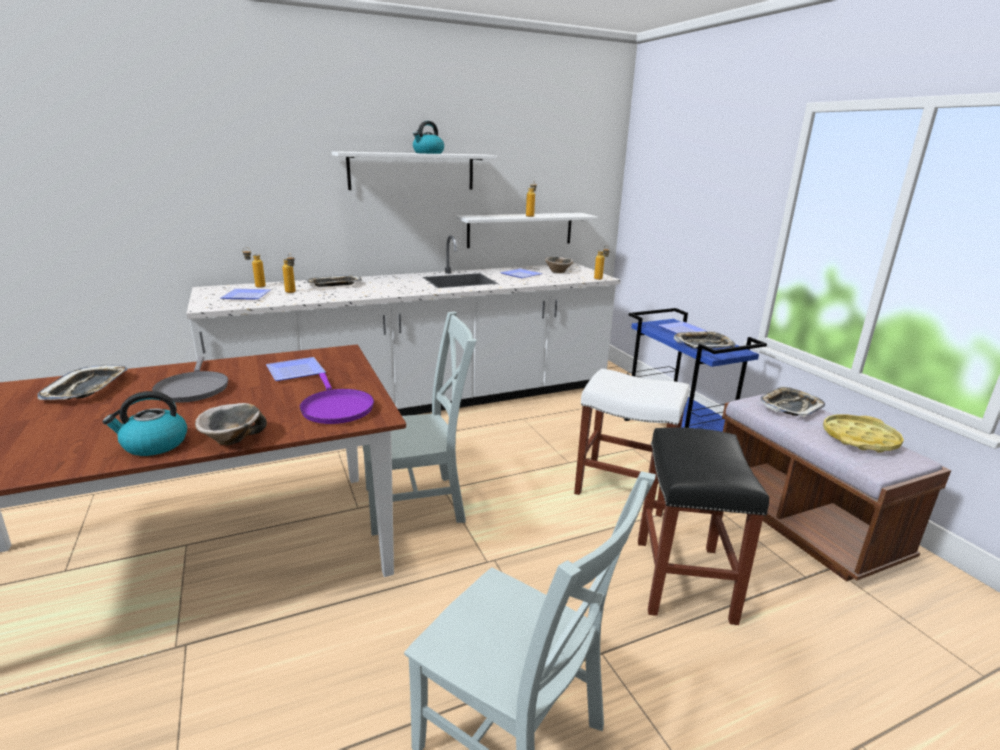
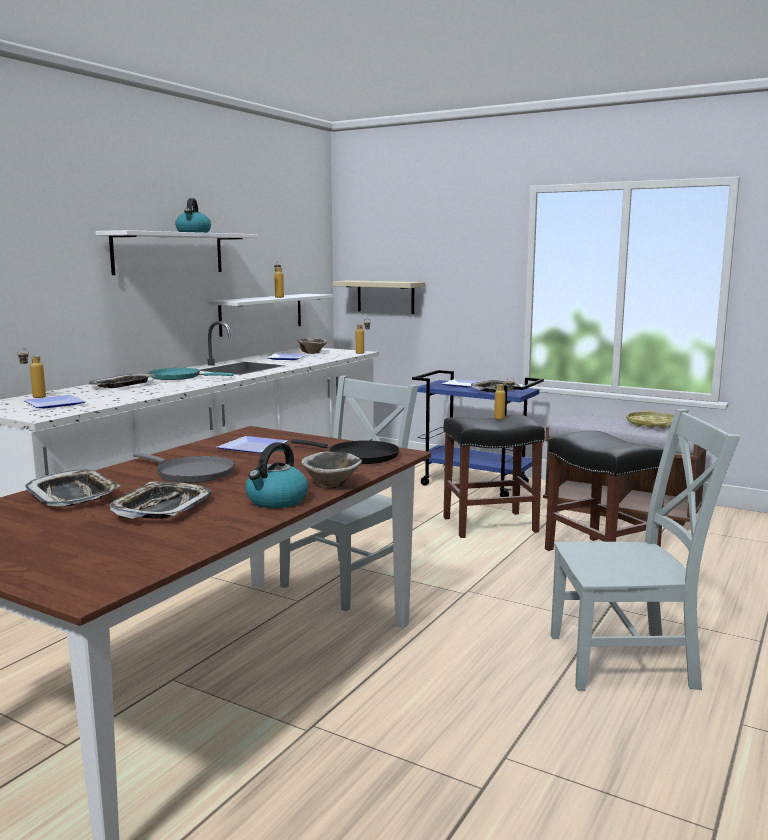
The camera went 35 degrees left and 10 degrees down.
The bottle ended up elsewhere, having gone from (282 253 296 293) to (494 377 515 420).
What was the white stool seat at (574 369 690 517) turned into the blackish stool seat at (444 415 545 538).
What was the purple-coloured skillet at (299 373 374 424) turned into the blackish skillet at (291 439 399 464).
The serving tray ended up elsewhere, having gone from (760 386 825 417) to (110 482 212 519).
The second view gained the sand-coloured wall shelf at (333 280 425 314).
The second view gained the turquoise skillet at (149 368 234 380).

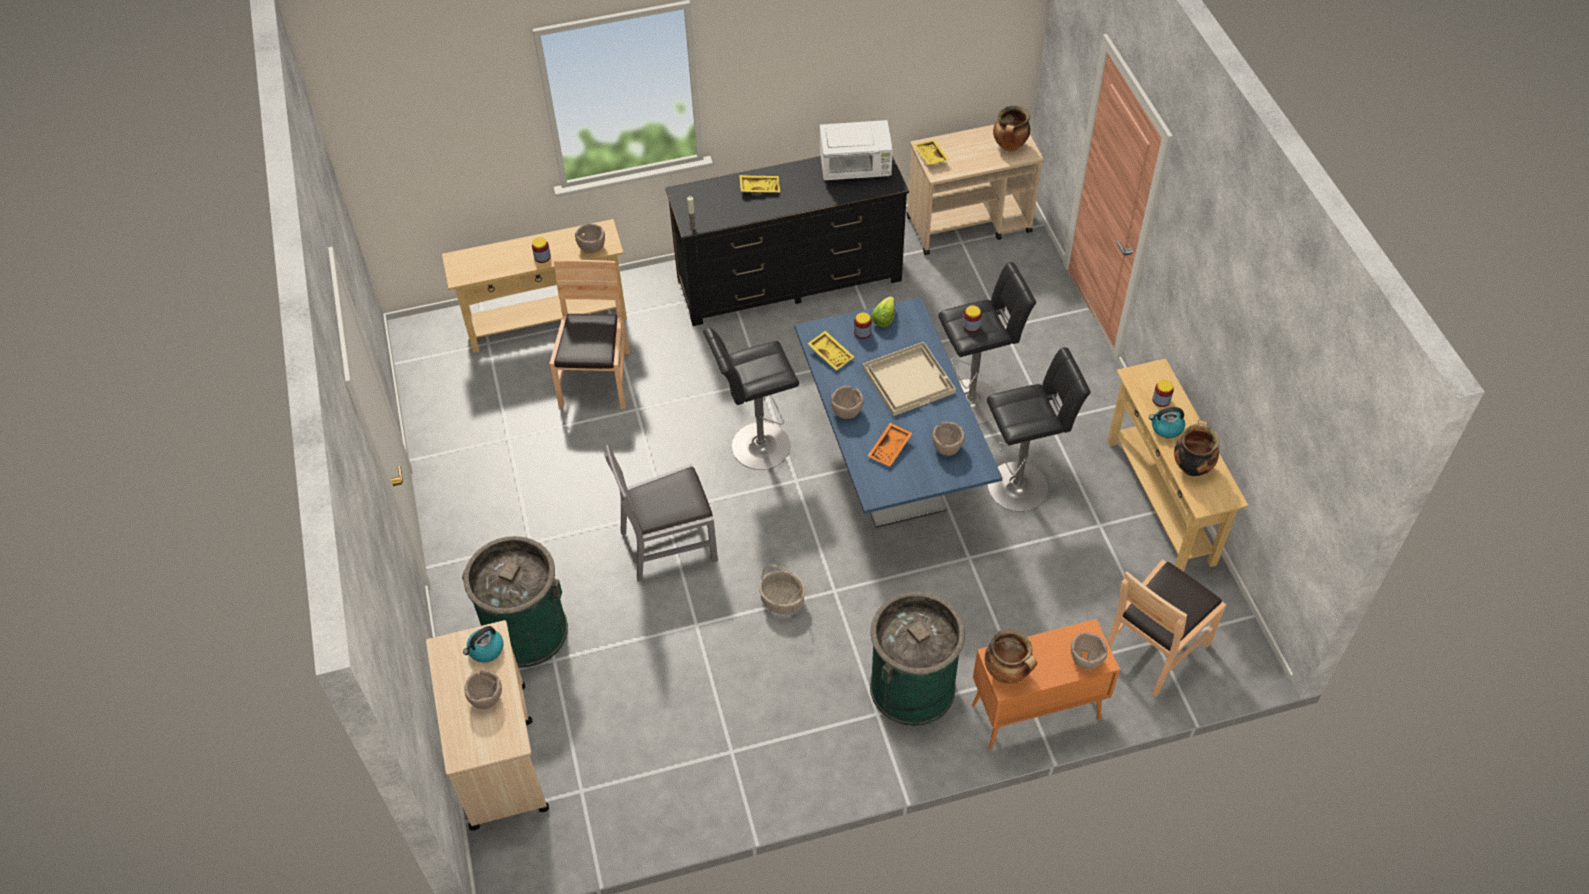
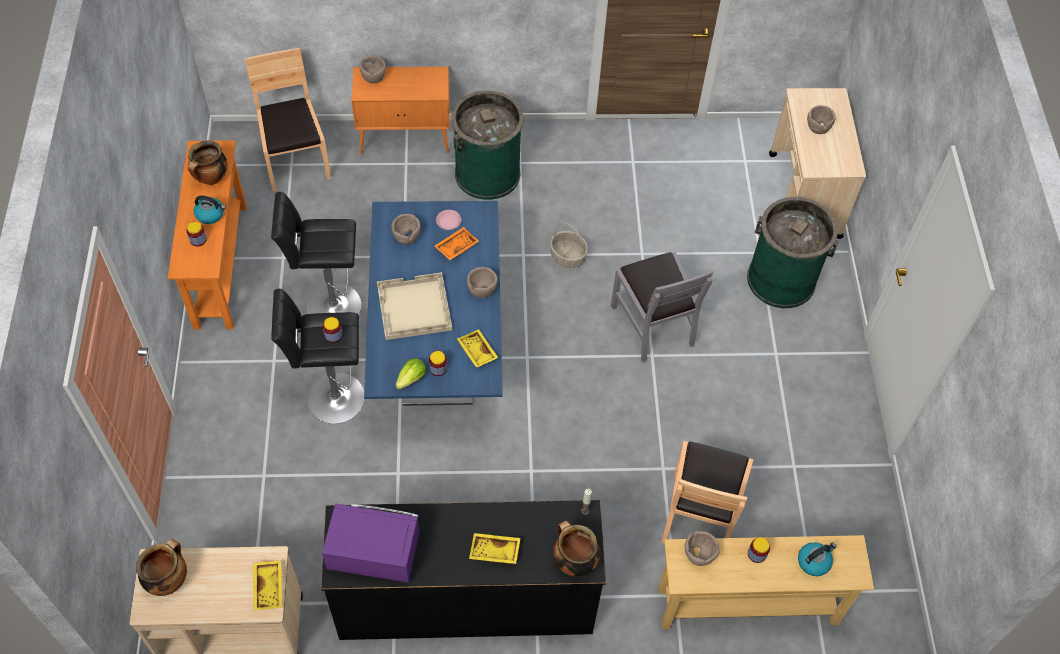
The camera went 170 degrees left and 5 degrees up.
What was the white kitchen microwave at (820 120 893 180) turned into the purple-coloured kitchen microwave at (322 503 419 582).
The second view lost the blackish stool seat at (703 327 799 470).
What was the sand-coloured narrow table at (1107 358 1249 572) turned into the orangey narrow table at (168 140 247 330).
The grey plain chair at (604 444 718 582) ended up facing another way, 75 degrees clockwise from before.
The brown plain chair at (1107 559 1226 697) ended up facing another way, 75 degrees counterclockwise from before.
The kettle ended up elsewhere, having gone from (463 626 503 663) to (798 542 836 576).
The saucepot ended up elsewhere, having gone from (985 629 1037 684) to (553 521 600 576).
The second view gained the pink flat dish at (436 210 461 230).

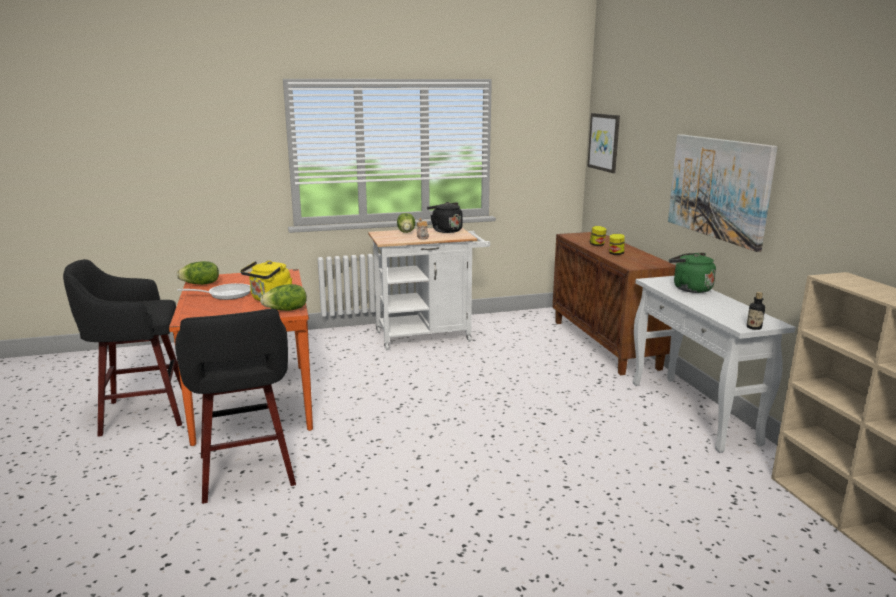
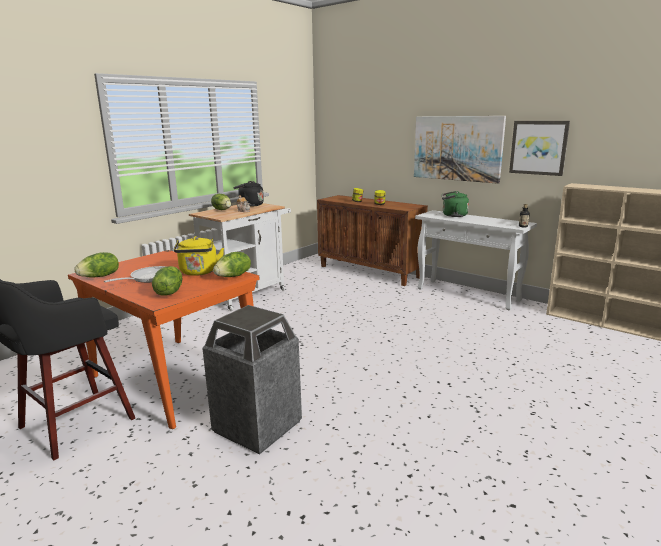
The camera went 35 degrees left and 0 degrees up.
The wall art ended up elsewhere, having gone from (587 113 620 173) to (509 121 570 176).
Where the blackish stool seat stood at (175 308 296 504), the rubbish bin came to stand at (202 305 302 455).
The second view gained the head of lettuce at (152 266 182 296).

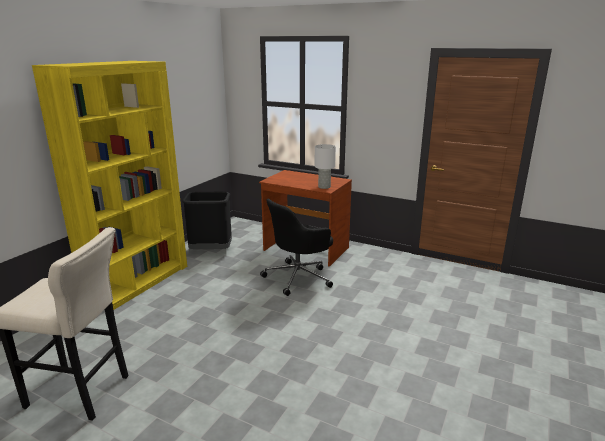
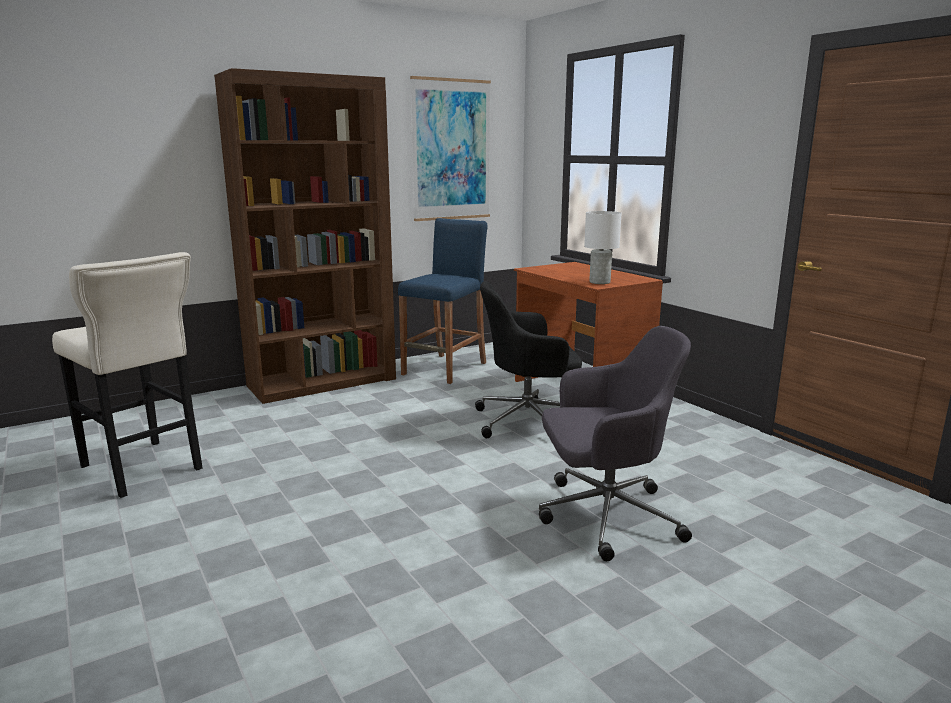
The camera went 30 degrees right and 5 degrees down.
What was the yellow-coloured shelving unit at (32 61 187 310) turned into the brown shelving unit at (214 68 396 404).
Where the blackish rubbish bin stood at (182 192 232 249), the blue stool seat came to stand at (398 218 487 384).
The second view gained the wall art at (410 76 491 221).
The second view gained the grey office chair at (539 326 692 561).

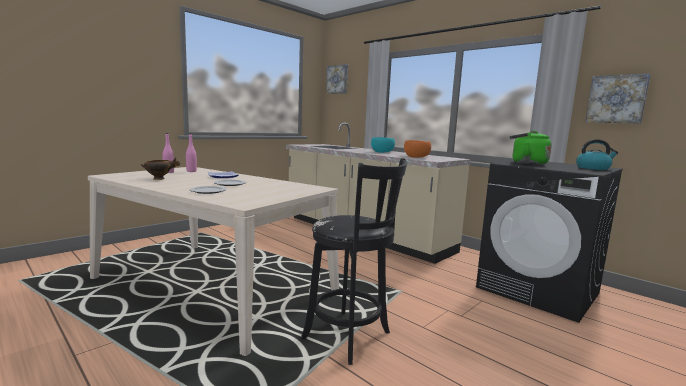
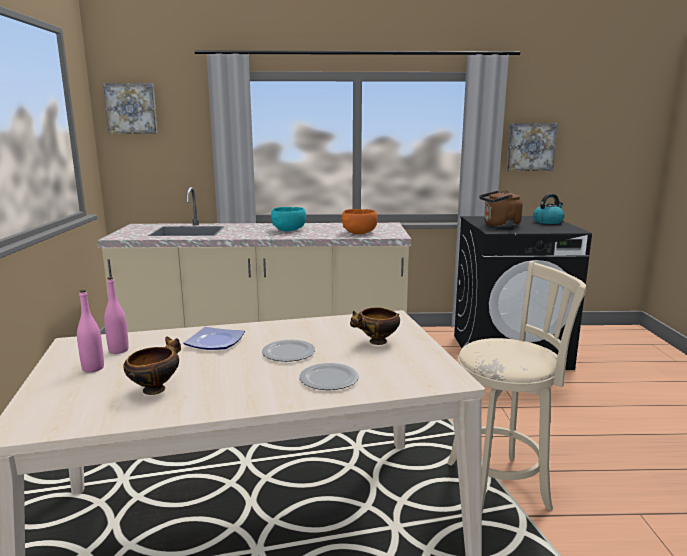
The camera went 45 degrees left and 5 degrees up.
What was the greenish kettle at (510 131 552 165) turned into the brown kettle at (479 190 523 228).
What was the blackish stool seat at (301 158 407 365) turned into the sand-coloured stool seat at (447 261 586 512).
The second view gained the bowl at (350 307 400 345).

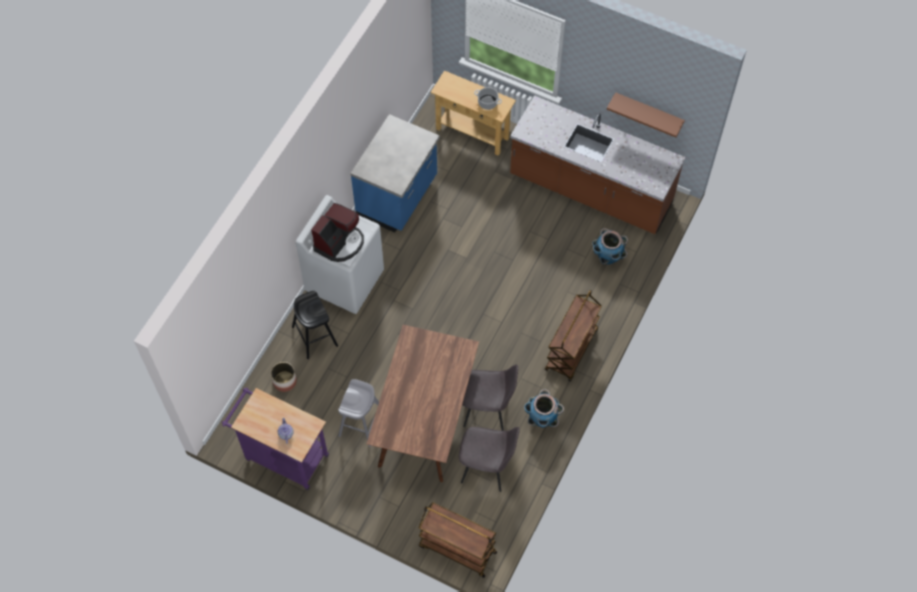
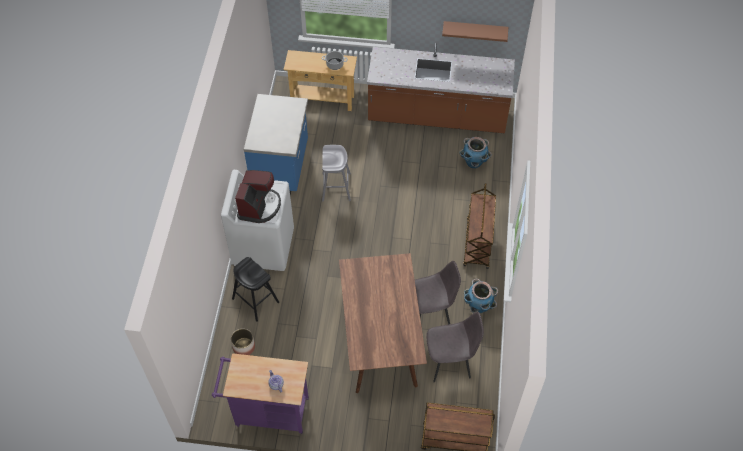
The camera went 20 degrees left and 5 degrees down.
The grey stool seat ended up elsewhere, having gone from (338 379 379 447) to (322 145 351 201).

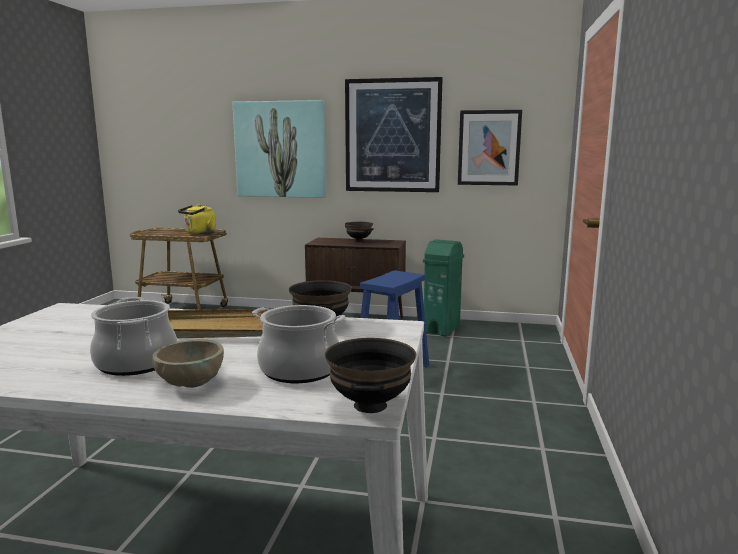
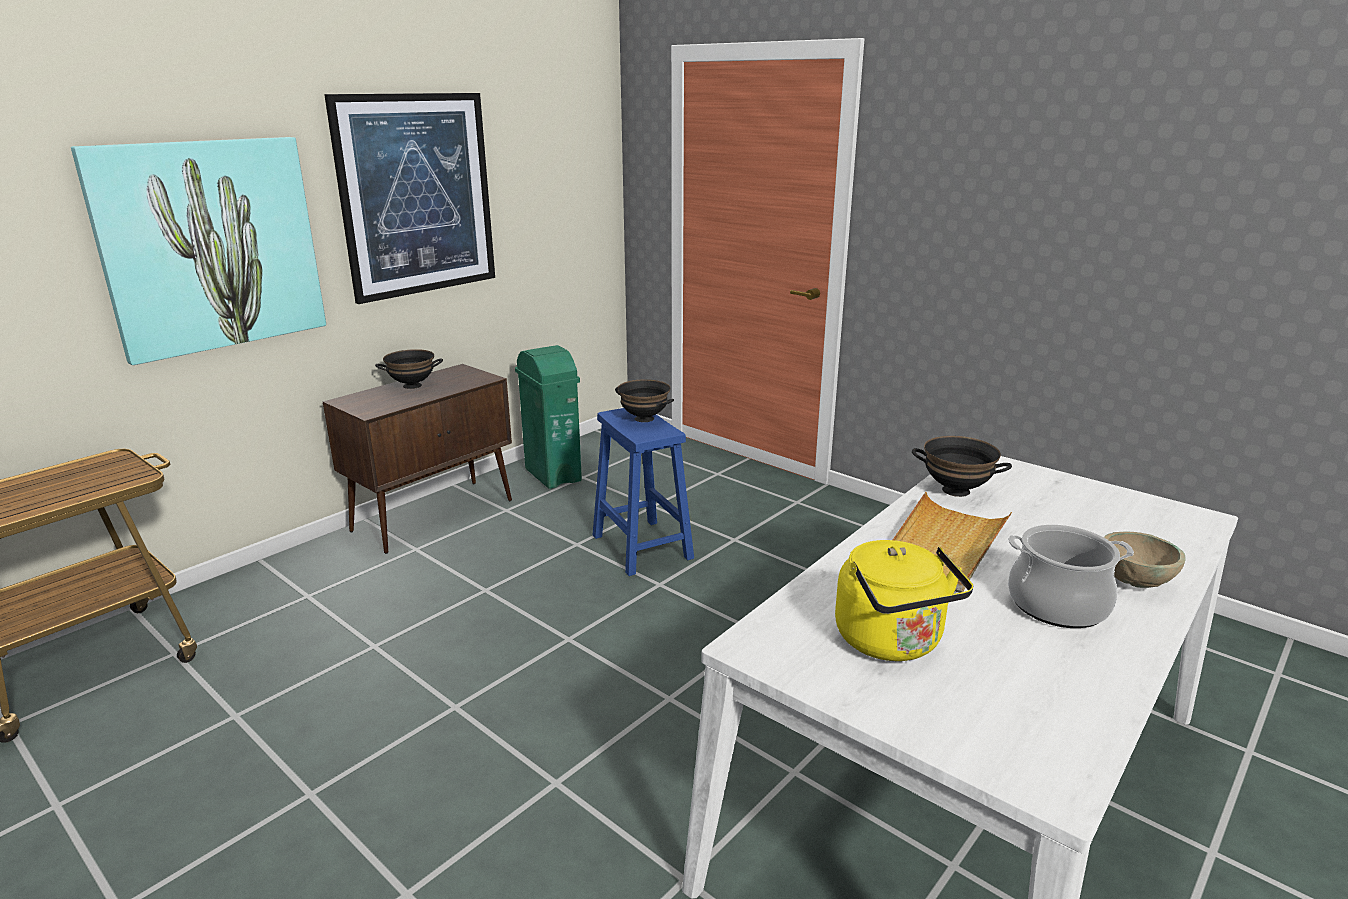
The camera went 60 degrees left and 10 degrees up.
The second view lost the wall art at (458 110 522 186).
The yellow-coloured kettle ended up elsewhere, having gone from (178 204 216 235) to (835 540 973 661).
The second view lost the saucepot at (252 305 346 383).
The blackish bowl ended up elsewhere, having gone from (325 338 416 413) to (615 379 674 422).

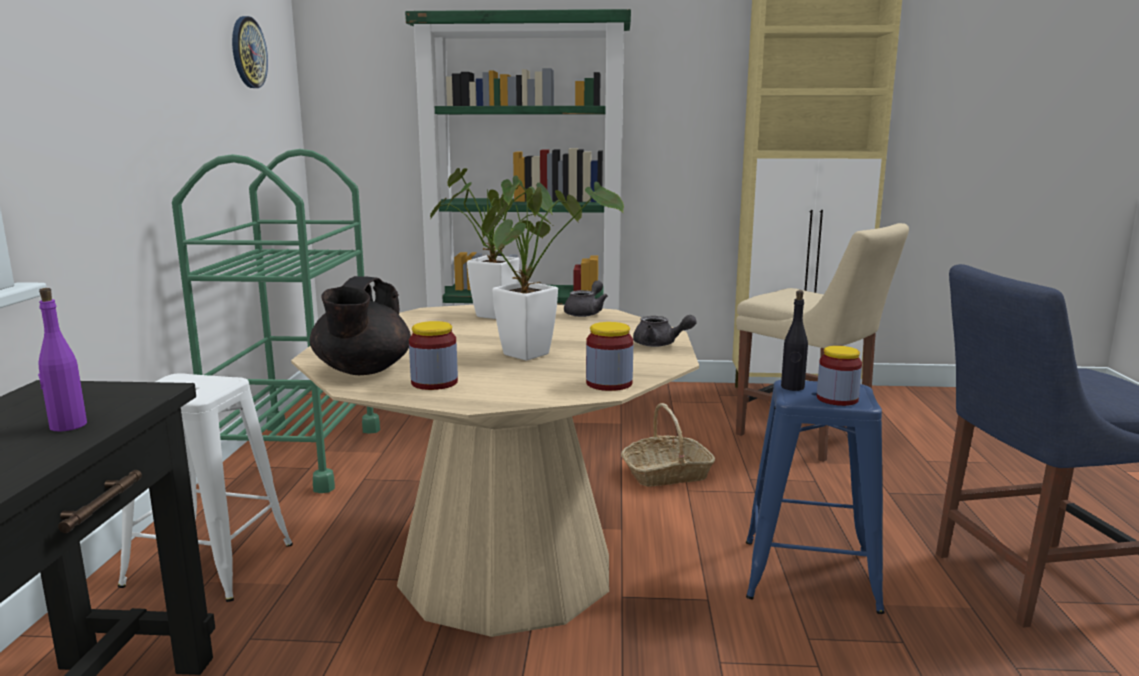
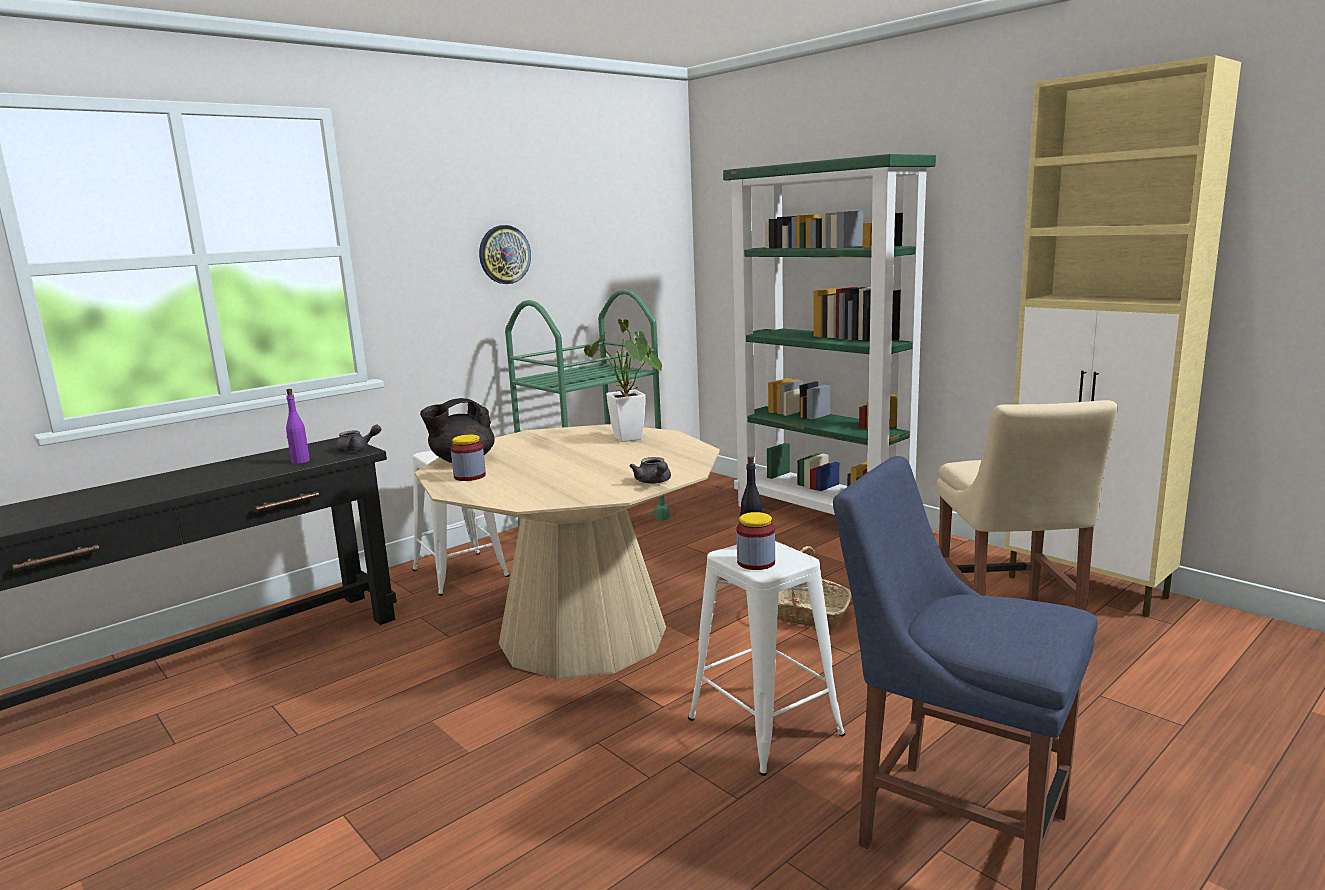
The camera went 45 degrees right and 0 degrees up.
The clock on the wall ended up elsewhere, having gone from (232 16 268 88) to (479 225 531 284).
The second view lost the plant in a pot at (446 182 624 361).
The grey tea pot ended up elsewhere, having gone from (564 280 608 317) to (336 424 382 453).
The second view lost the jar at (586 322 633 391).
What was the blue stool seat at (746 380 885 614) turned into the white stool seat at (688 541 845 776).

